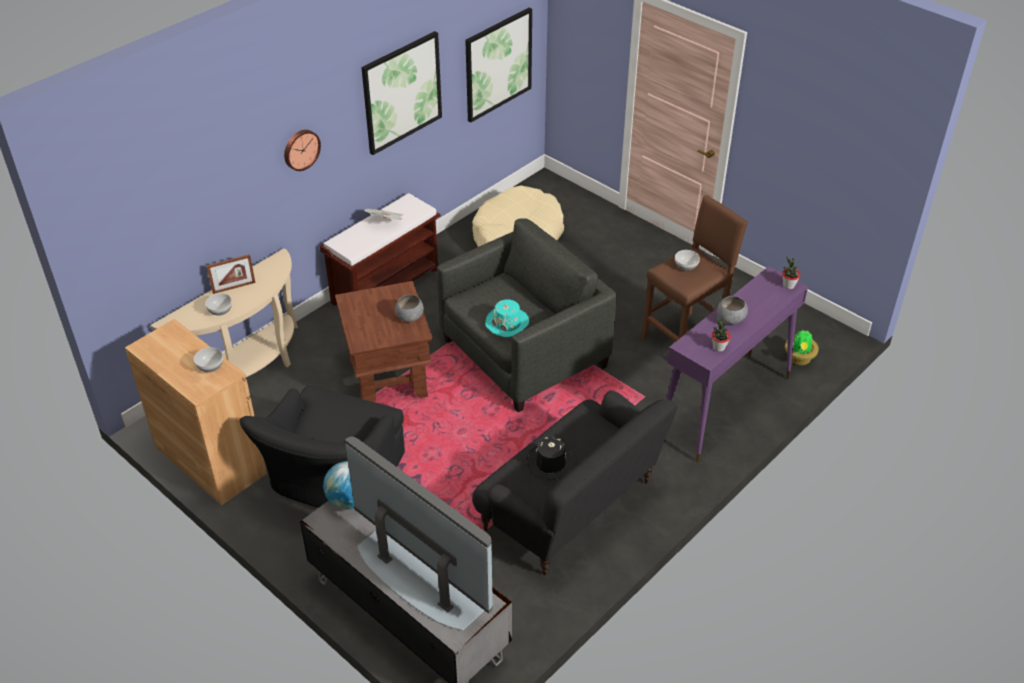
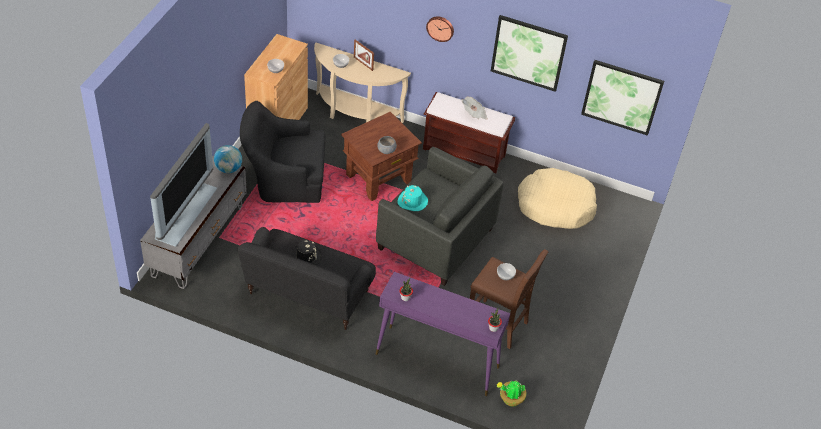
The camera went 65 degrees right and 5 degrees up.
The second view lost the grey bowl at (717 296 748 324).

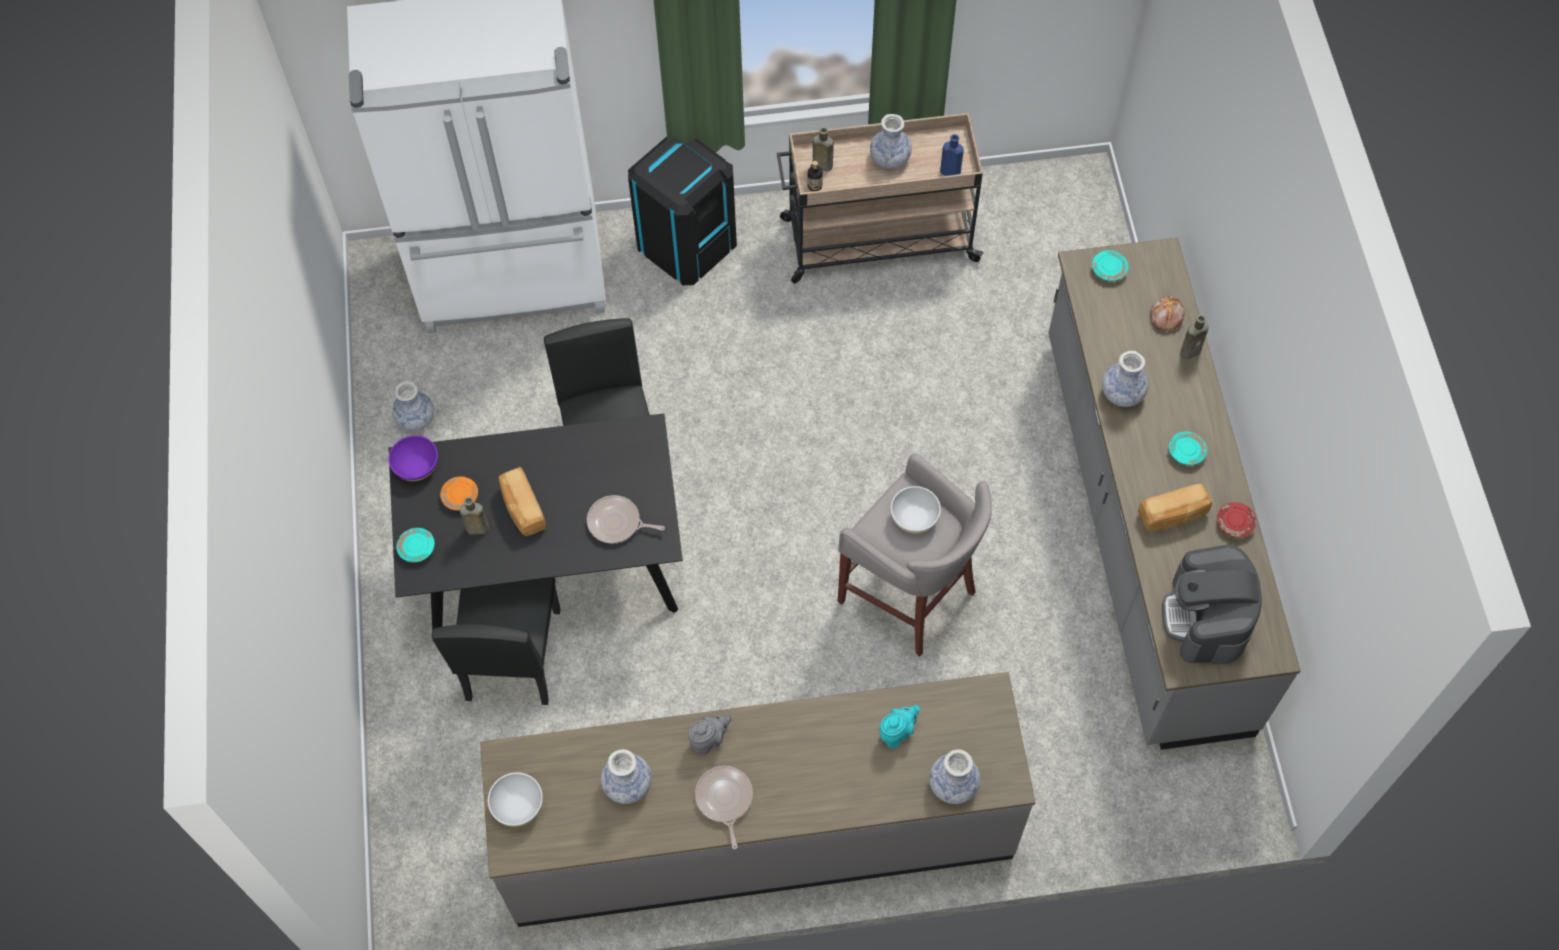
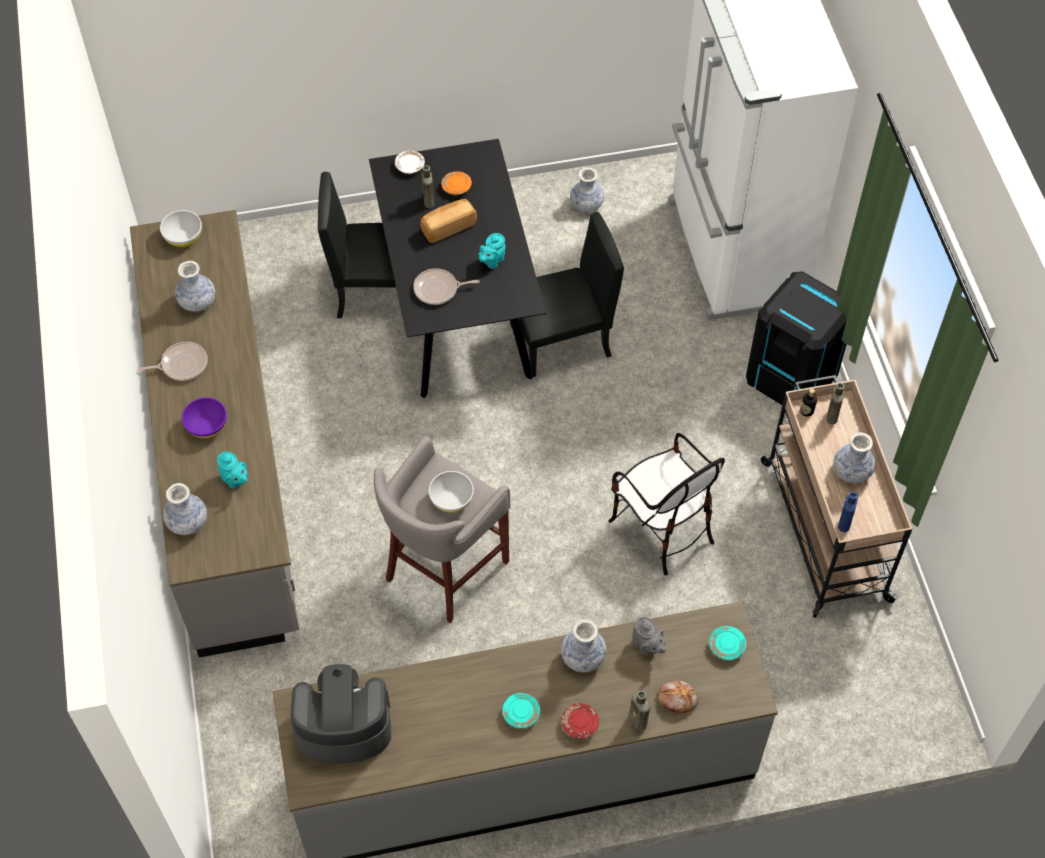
The camera went 85 degrees right and 5 degrees down.
The purple-coloured bowl ended up elsewhere, having gone from (388 435 438 481) to (182 397 227 438).
The second view lost the bread at (1138 484 1212 532).
The skillet at (587 495 665 543) ended up facing another way, 105 degrees counterclockwise from before.
The reddish flat dish ended up elsewhere, having gone from (1217 502 1256 538) to (561 703 599 739).
What was the turquoise flat dish at (396 528 435 562) turned into the white flat dish at (395 151 425 174).
The grey tea pot ended up elsewhere, having gone from (688 715 731 755) to (632 617 666 655).
The second view gained the turquoise tea pot at (478 233 506 269).
The second view gained the plain chair at (608 433 725 576).

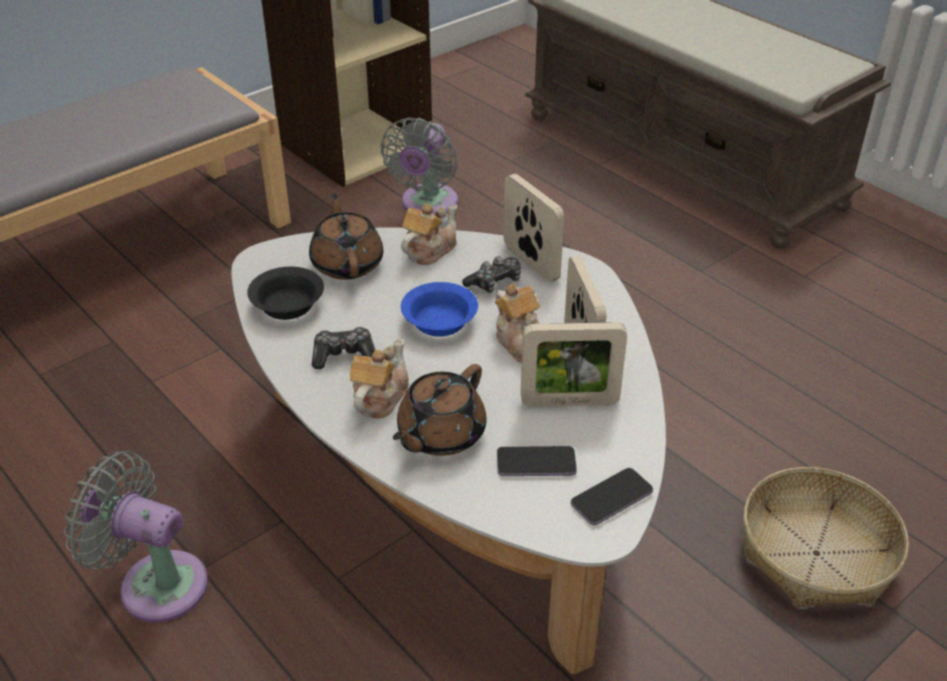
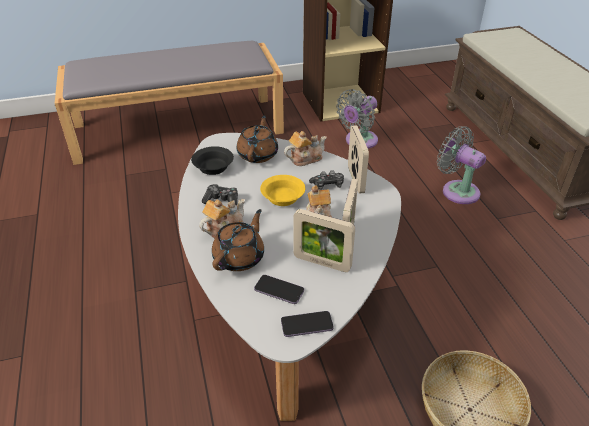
The camera went 25 degrees right and 0 degrees up.
What was the blue bowl at (401 282 478 337) turned into the yellow-coloured bowl at (260 175 305 206).
The brown tea pot at (393 364 487 456) ended up facing another way, 150 degrees clockwise from before.
The grey electric fan ended up elsewhere, having gone from (64 451 208 623) to (437 126 486 204).

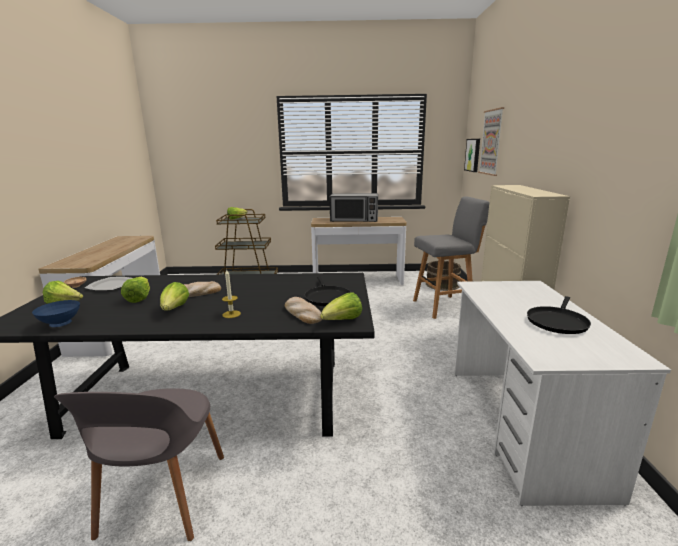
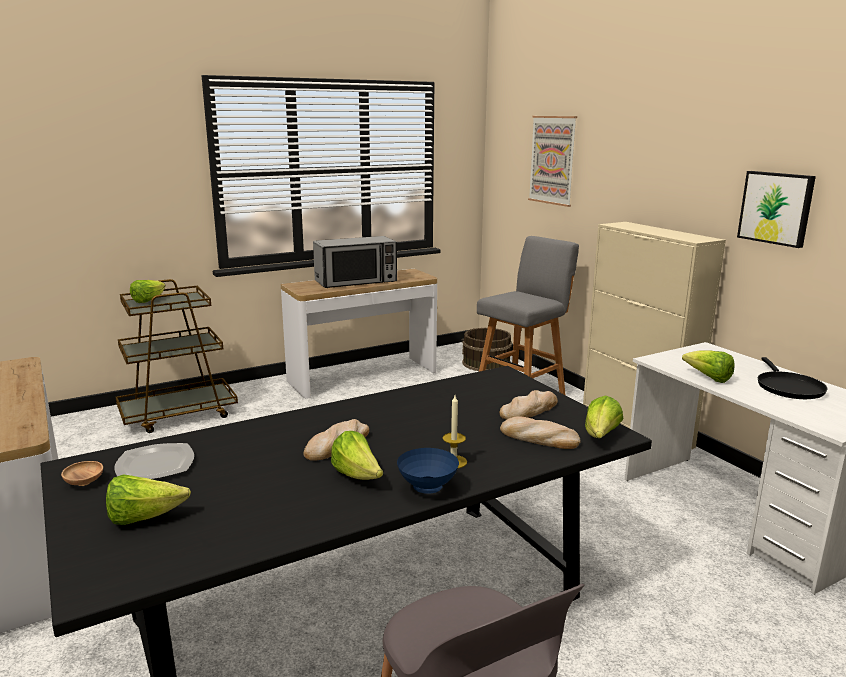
The camera went 30 degrees left and 0 degrees up.
The wall art ended up elsewhere, having gone from (464 139 480 172) to (737 171 816 248).
Where the blackish skillet stood at (304 276 351 306), the bread came to stand at (500 390 558 420).
The head of lettuce ended up elsewhere, having gone from (121 277 150 303) to (682 351 735 383).
The blue bowl ended up elsewhere, having gone from (32 300 80 327) to (397 448 459 494).

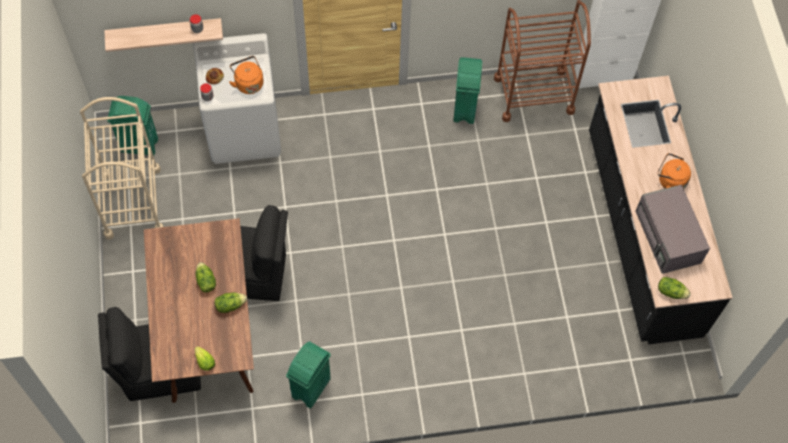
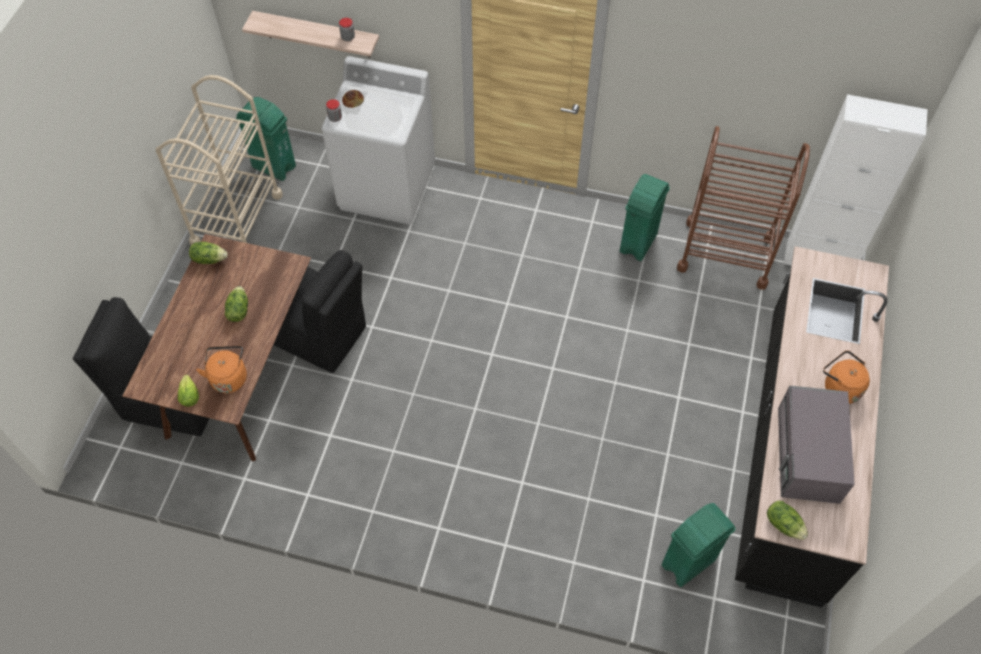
The camera went 25 degrees right and 5 degrees down.
The orangey kettle ended up elsewhere, having gone from (229 56 264 94) to (196 346 247 393).
The head of lettuce ended up elsewhere, having gone from (214 292 247 313) to (189 242 228 264).
The greenish rubbish bin ended up elsewhere, having gone from (286 341 331 408) to (661 503 736 587).

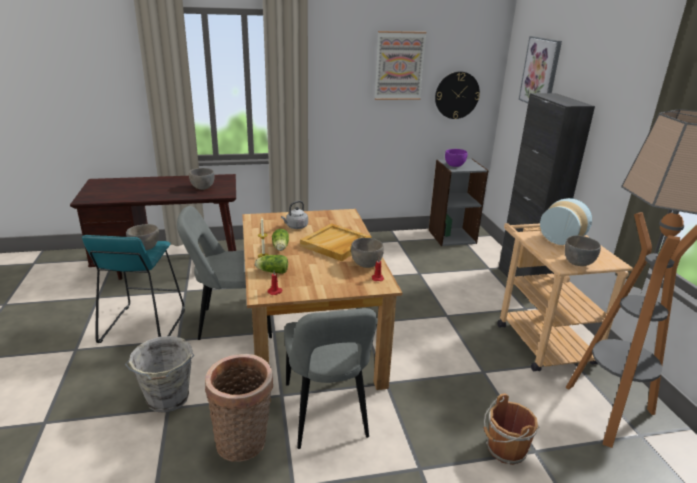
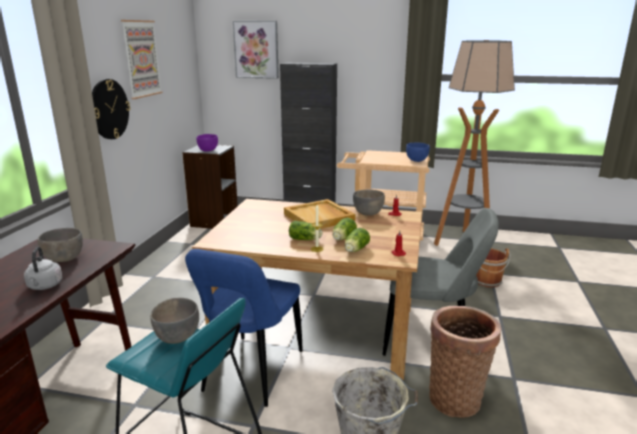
The camera went 65 degrees left and 5 degrees down.
The clock on the wall ended up elsewhere, having gone from (435 72 480 119) to (92 79 130 139).
The second view lost the flower vase at (540 198 592 245).
The grey kettle ended up elsewhere, having gone from (281 201 308 229) to (24 247 62 290).
What was the grey plain chair at (177 206 272 340) turned into the blue plain chair at (185 249 303 407).
What was the grey bowl at (565 235 601 266) turned into the blue bowl at (406 142 430 162).
The second view gained the head of lettuce at (333 218 357 240).

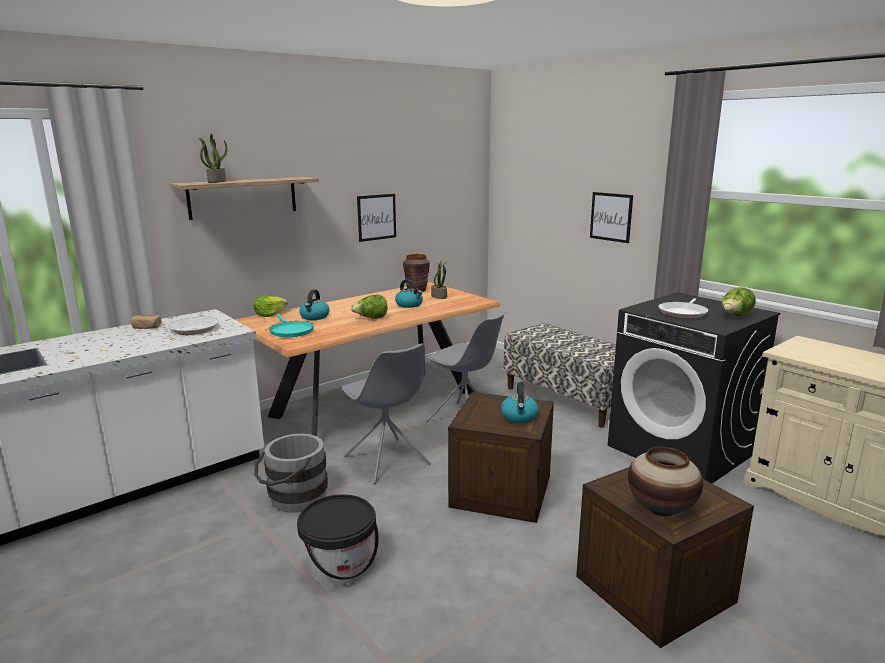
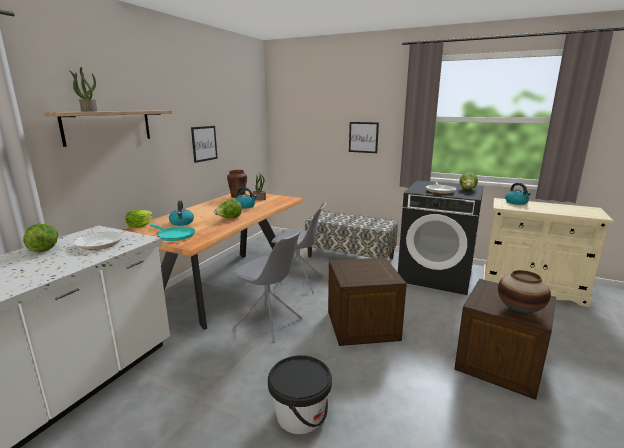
The camera went 25 degrees left and 0 degrees up.
Where the bread stood at (131 315 161 329), the head of lettuce came to stand at (23 224 58 252).
The kettle ended up elsewhere, having gone from (501 382 539 423) to (505 183 531 205).
The second view lost the grey water bucket at (254 433 328 513).

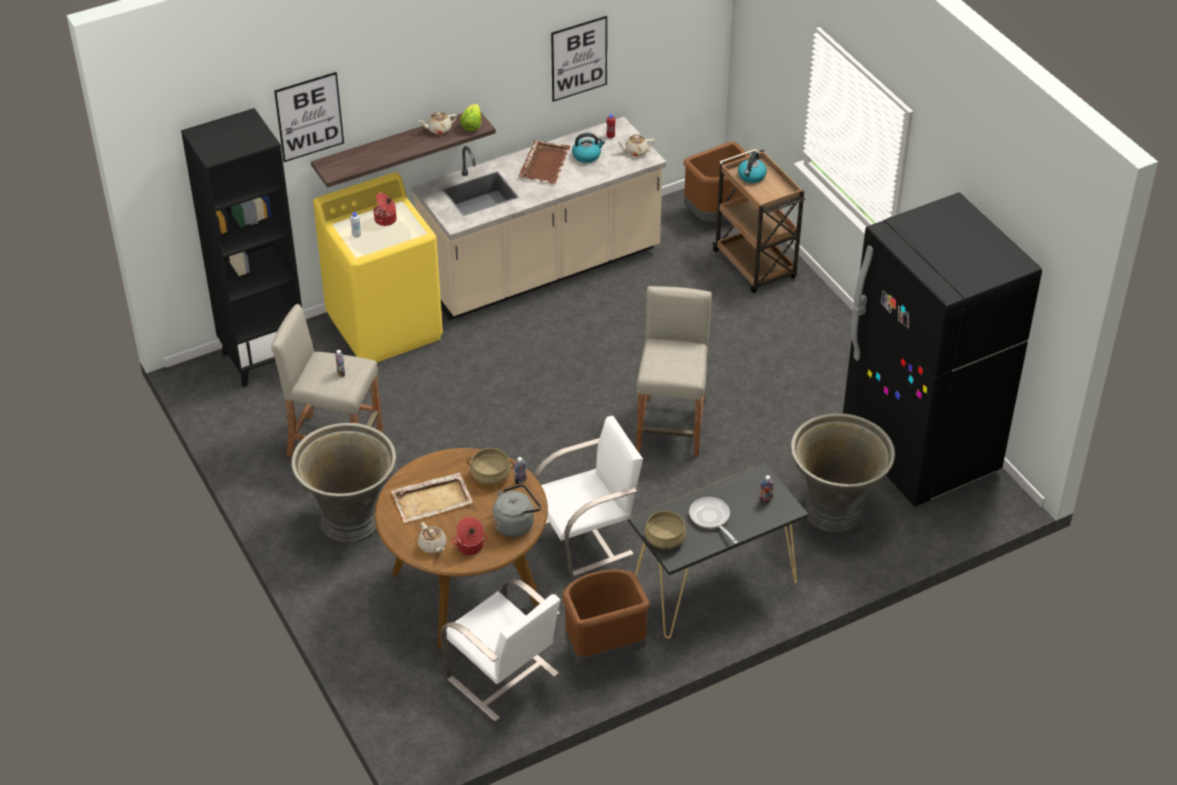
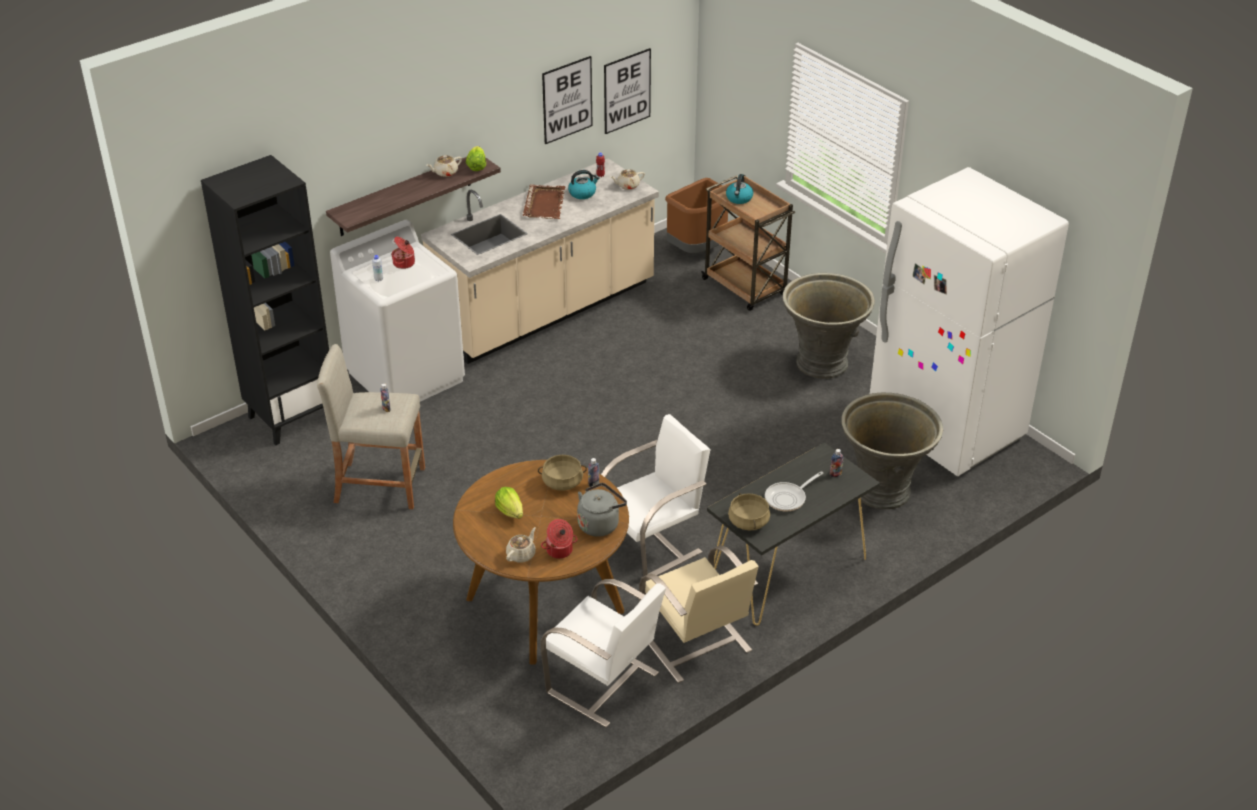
The camera went 10 degrees left and 5 degrees down.
The wall art ended up elsewhere, having gone from (274 72 344 162) to (604 48 651 134).
What was the yellow-coloured laundry appliance at (313 172 443 362) turned into the white laundry appliance at (330 220 465 402).
What was the blackish fridge at (843 192 1042 507) turned into the white fridge at (870 167 1069 476).
The second view lost the sand-coloured stool seat at (636 286 712 457).
The grey flower pot ended up elsewhere, having gone from (291 423 396 543) to (783 273 875 379).
Where the sand-coloured serving tray stood at (392 472 473 523), the head of lettuce came to stand at (495 487 523 519).
The skillet at (689 497 738 544) ended up facing another way, 90 degrees counterclockwise from before.
The sand-coloured tea pot at (418 522 447 553) ended up facing another way, 105 degrees counterclockwise from before.
Where the brown rubbish bin stood at (562 569 650 665), the sand-coloured plain chair came to stand at (639 545 759 683).

